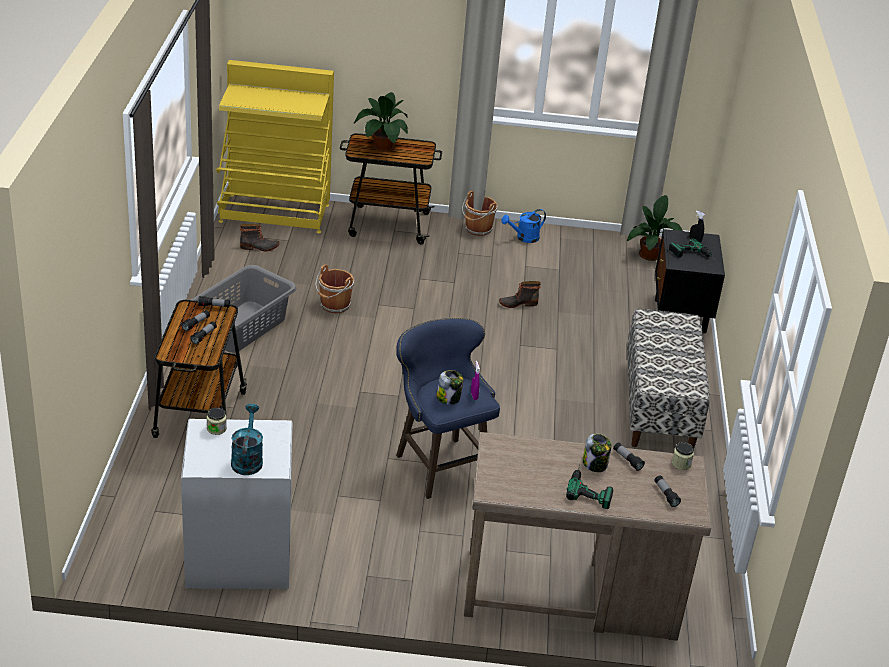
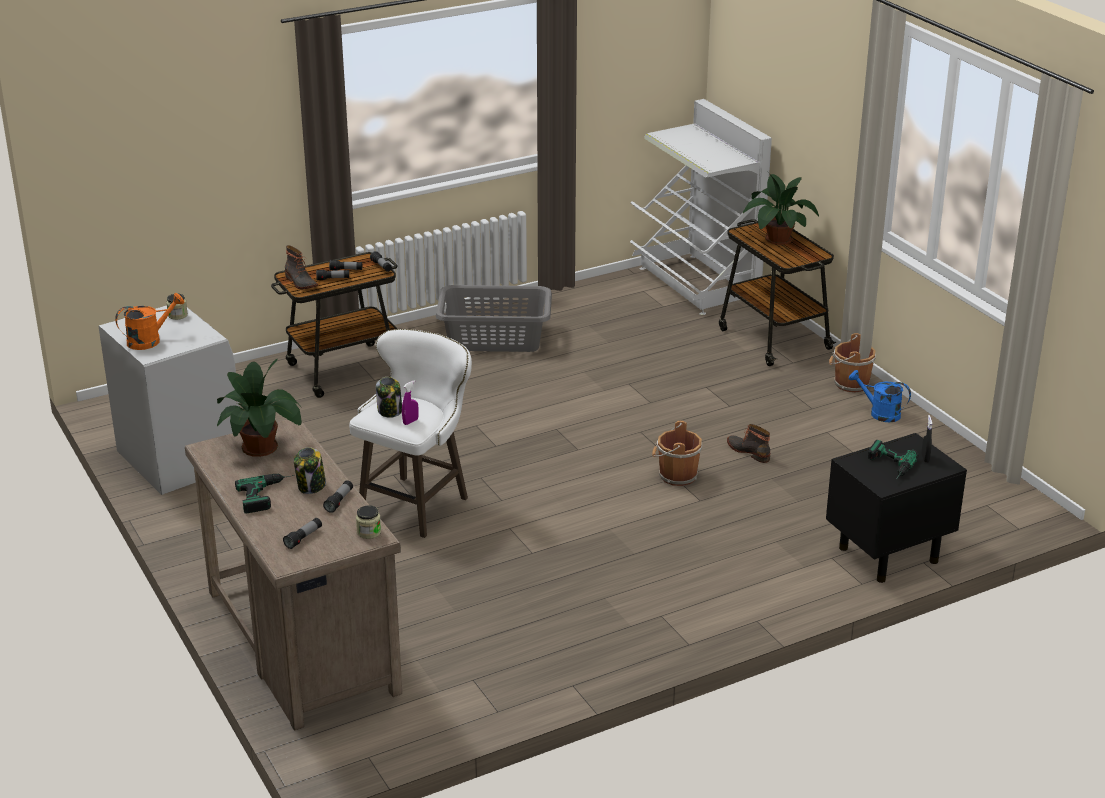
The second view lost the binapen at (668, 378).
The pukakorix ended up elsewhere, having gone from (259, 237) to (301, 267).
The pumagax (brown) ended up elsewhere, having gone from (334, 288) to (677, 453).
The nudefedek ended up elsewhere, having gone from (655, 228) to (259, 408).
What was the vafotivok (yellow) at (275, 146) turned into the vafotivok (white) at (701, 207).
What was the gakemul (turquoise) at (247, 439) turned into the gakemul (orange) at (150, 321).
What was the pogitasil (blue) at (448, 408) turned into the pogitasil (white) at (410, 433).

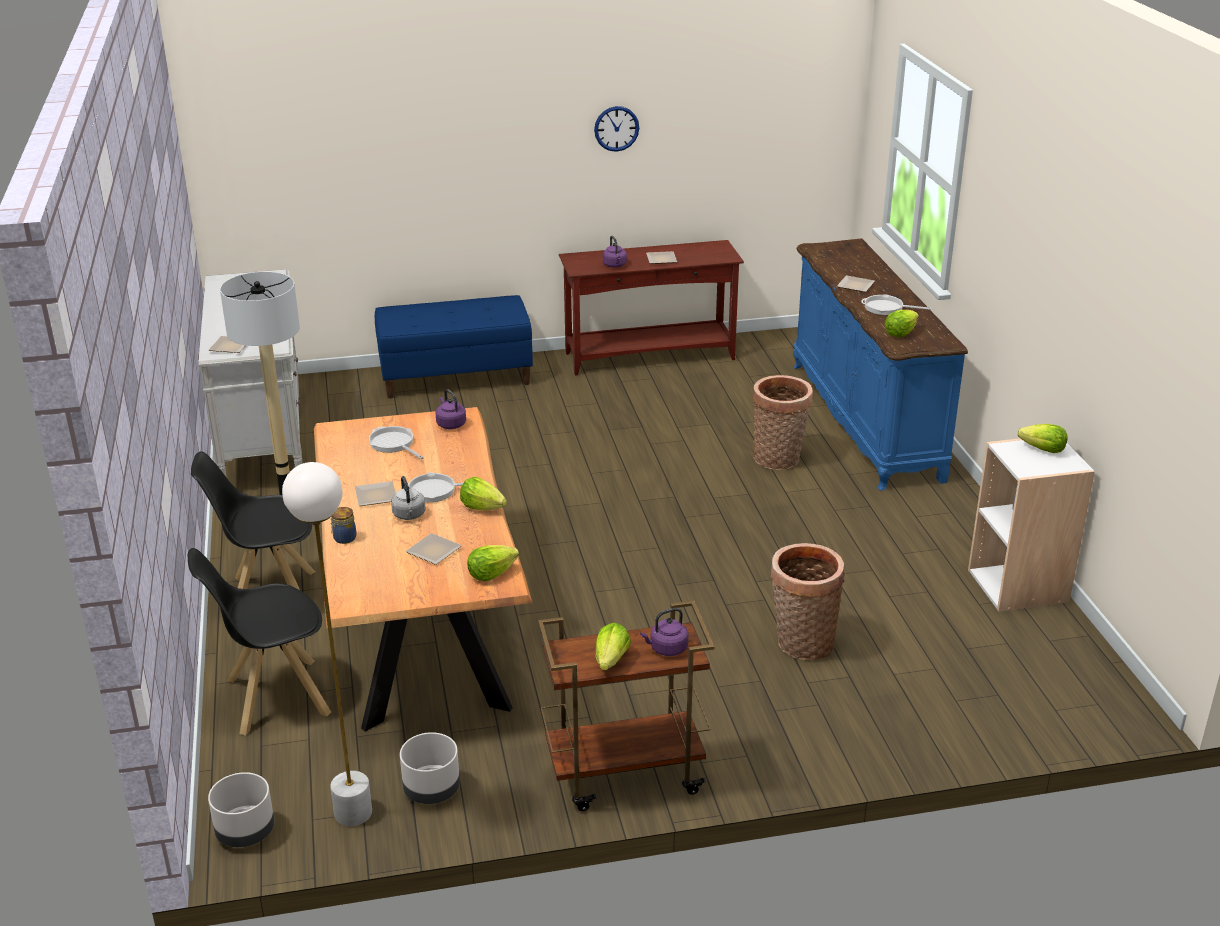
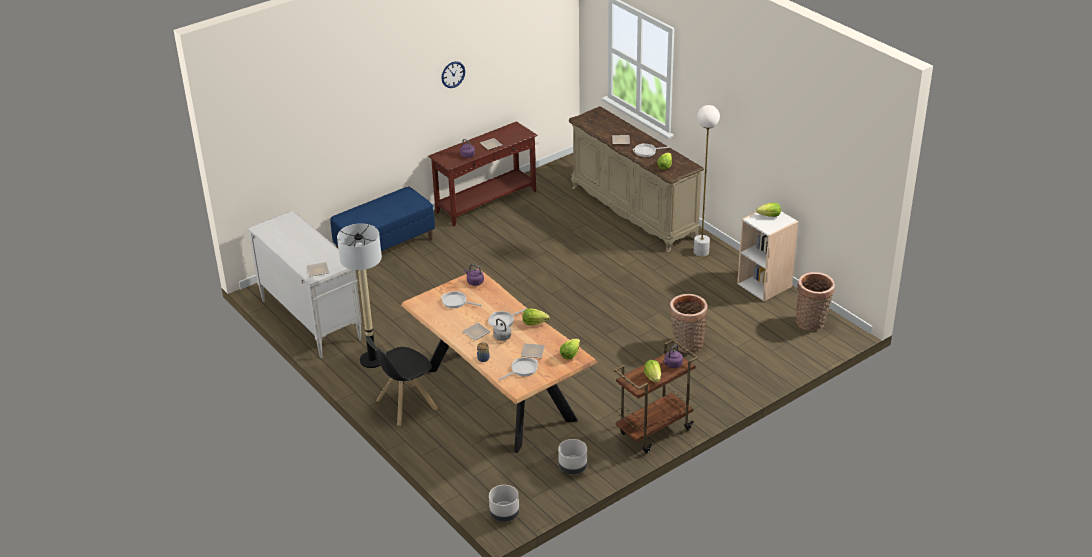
The second view lost the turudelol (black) at (259, 642).
The second view gained the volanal at (518, 368).
The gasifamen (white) ended up elsewhere, having gone from (327, 644) to (707, 181).
The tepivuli ended up elsewhere, having gone from (782, 422) to (815, 301).
What was the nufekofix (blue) at (880, 364) turned into the nufekofix (beige) at (636, 179).

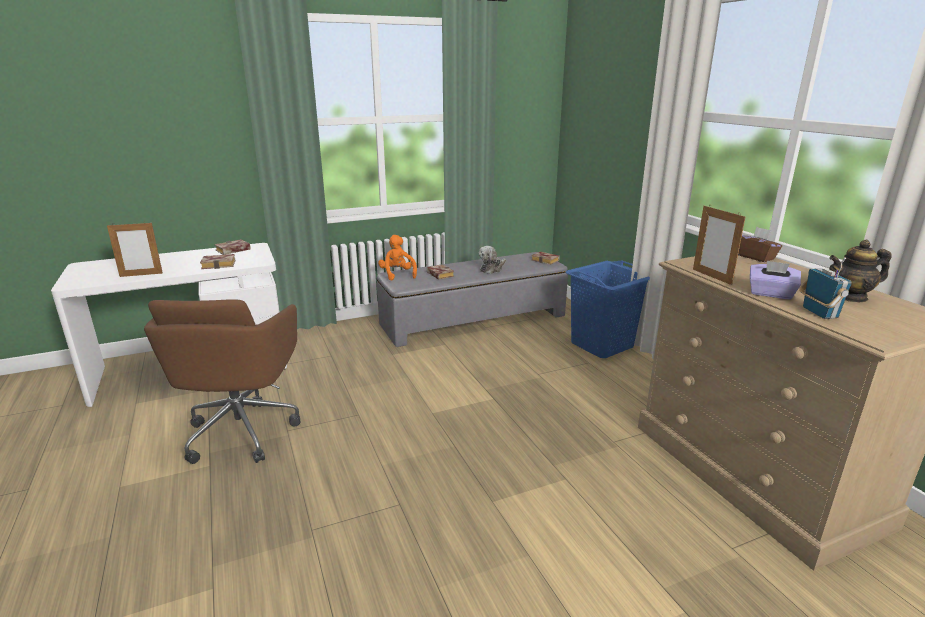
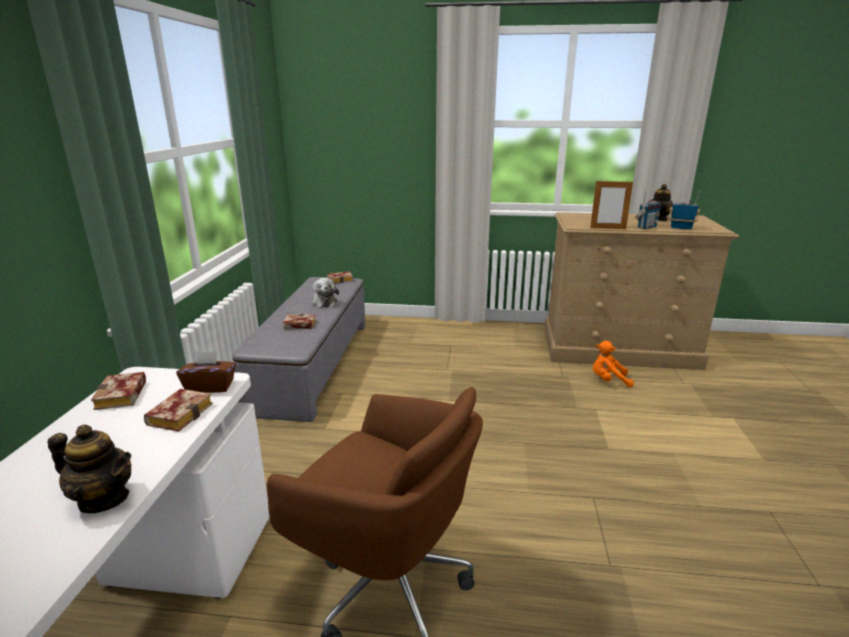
The second view lost the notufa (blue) at (608, 309).
The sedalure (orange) ended up elsewhere, having gone from (397, 258) to (613, 364).
The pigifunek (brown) ended up elsewhere, having gone from (760, 244) to (206, 372).
Where the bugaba stood at (135, 249), the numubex came to stand at (89, 469).
Where the pigifunek (purple) stood at (775, 280), the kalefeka came to stand at (648, 210).

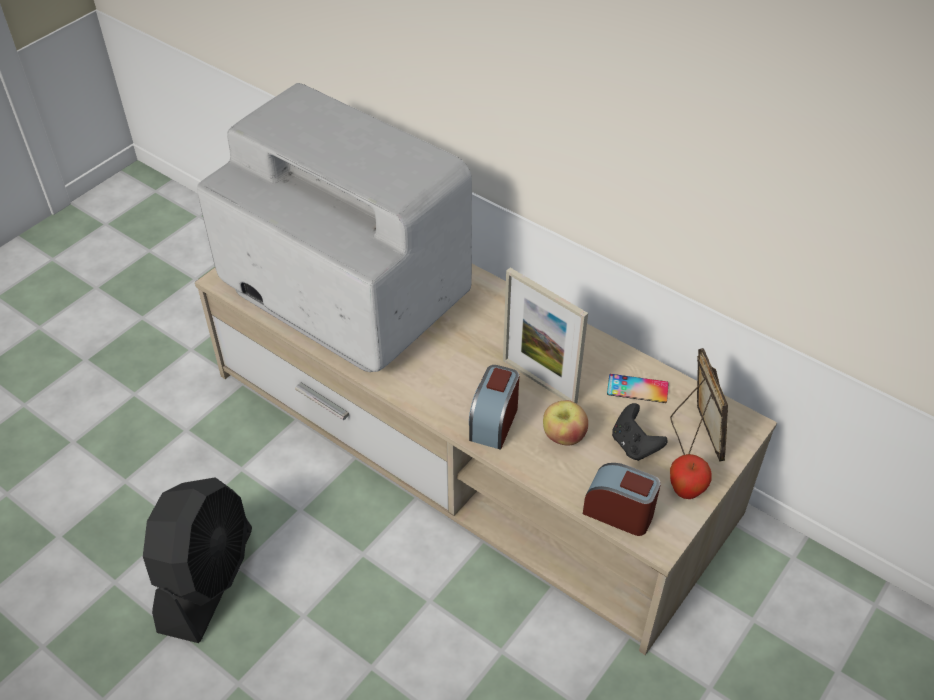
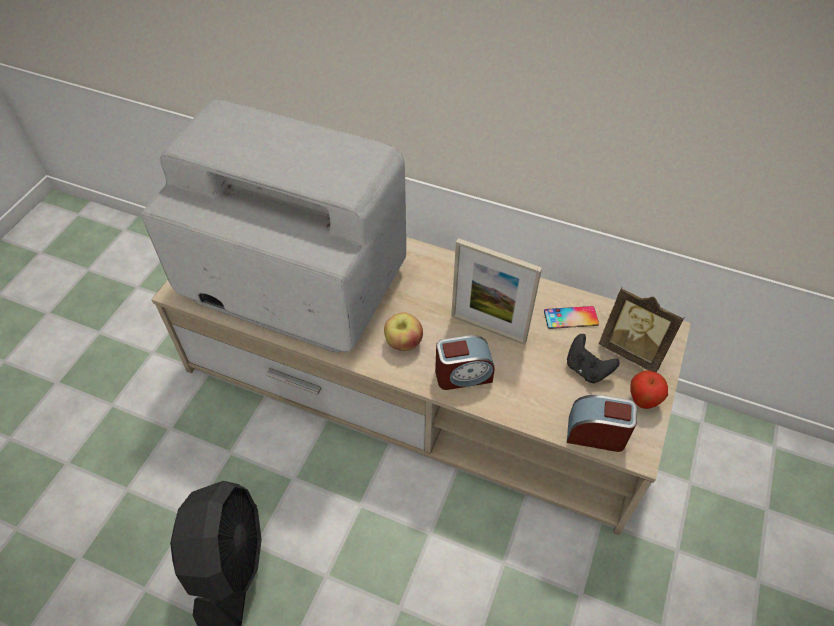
The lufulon ended up elsewhere, having gone from (565, 423) to (403, 331).
The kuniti at (494, 407) ended up facing another way, 105 degrees counterclockwise from before.
The bugaba at (699, 405) ended up facing another way, 150 degrees clockwise from before.

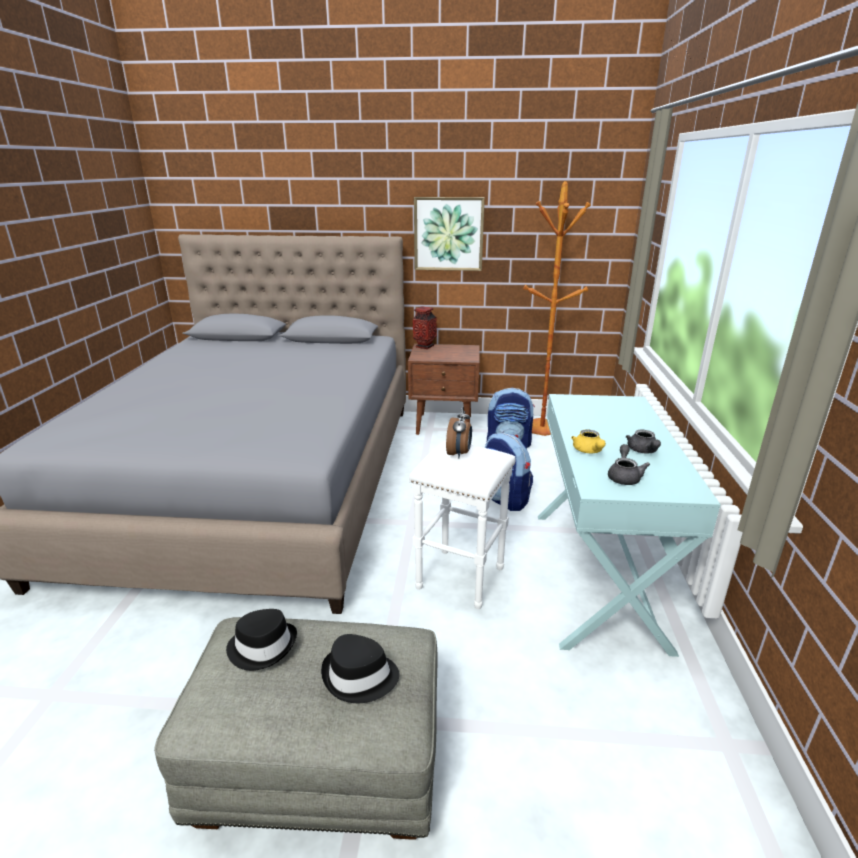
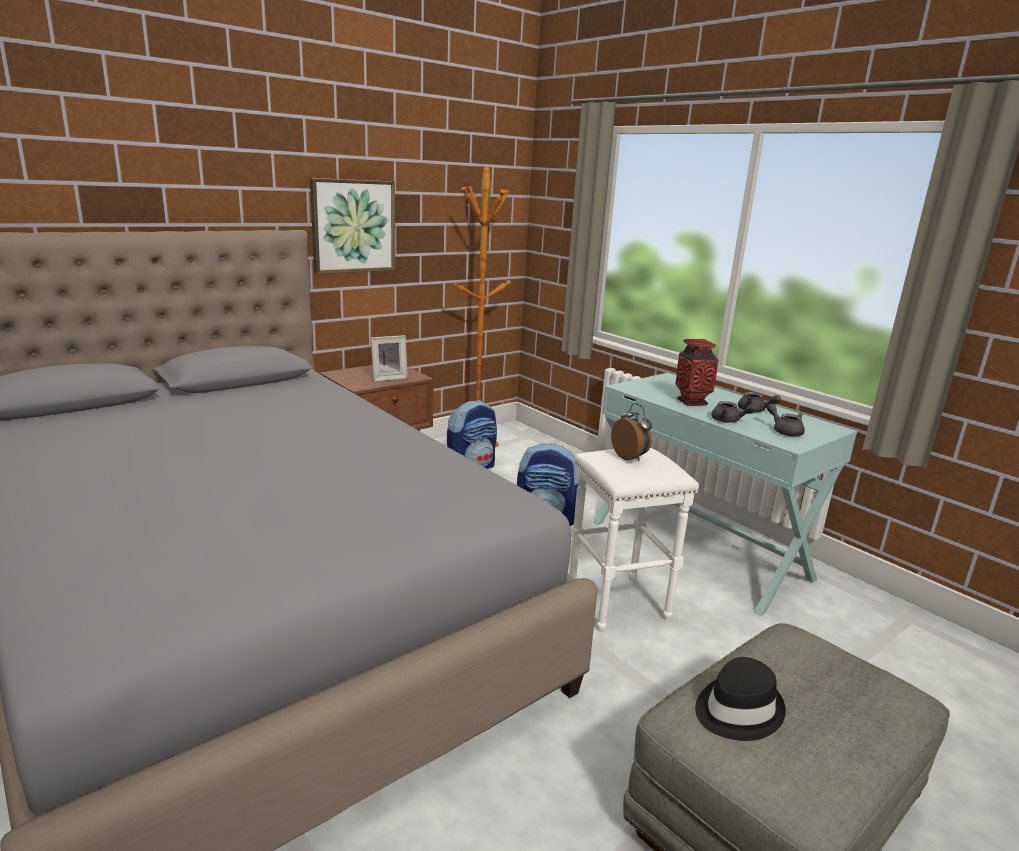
The second view lost the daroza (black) at (360, 668).
The second view gained the bugaba at (389, 358).
The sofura ended up elsewhere, having gone from (425, 327) to (697, 372).
What was the numubex (yellow) at (588, 441) turned into the numubex (grey) at (734, 412).

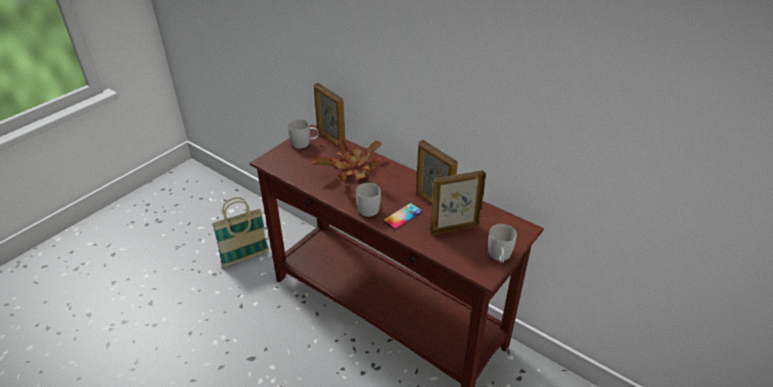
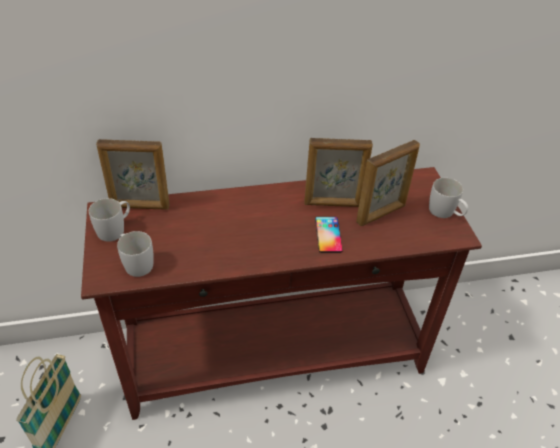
The second view lost the nudefedek at (346, 160).
The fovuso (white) ended up elsewhere, having gone from (368, 200) to (135, 254).
The bugaba at (458, 202) ended up facing another way, 150 degrees counterclockwise from before.

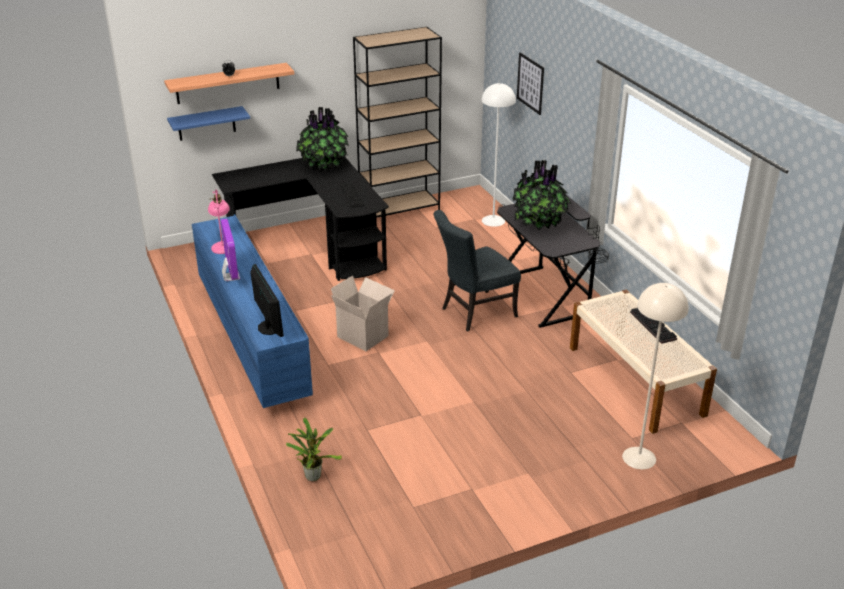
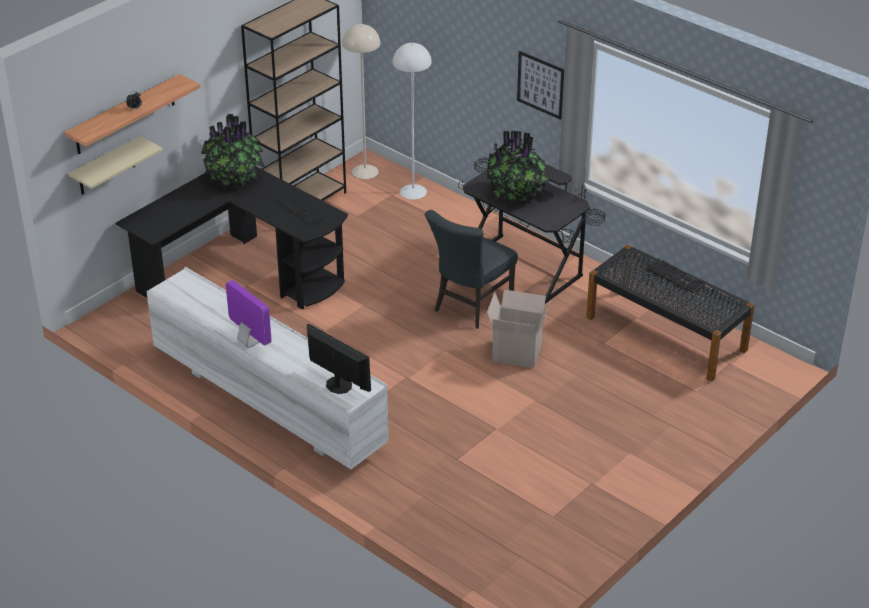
The second view lost the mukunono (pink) at (219, 222).
The second view lost the nudefedek at (314, 449).
The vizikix ended up elsewhere, having gone from (363, 313) to (519, 329).
The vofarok ended up elsewhere, having gone from (530, 84) to (540, 85).
The gasifamen (beige) ended up elsewhere, having gone from (655, 376) to (361, 101).
What was the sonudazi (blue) at (208, 123) turned into the sonudazi (beige) at (115, 165).
What was the nufekofix (blue) at (252, 311) turned into the nufekofix (white) at (268, 368).
What was the binapen (beige) at (643, 361) turned into the binapen (black) at (670, 313).

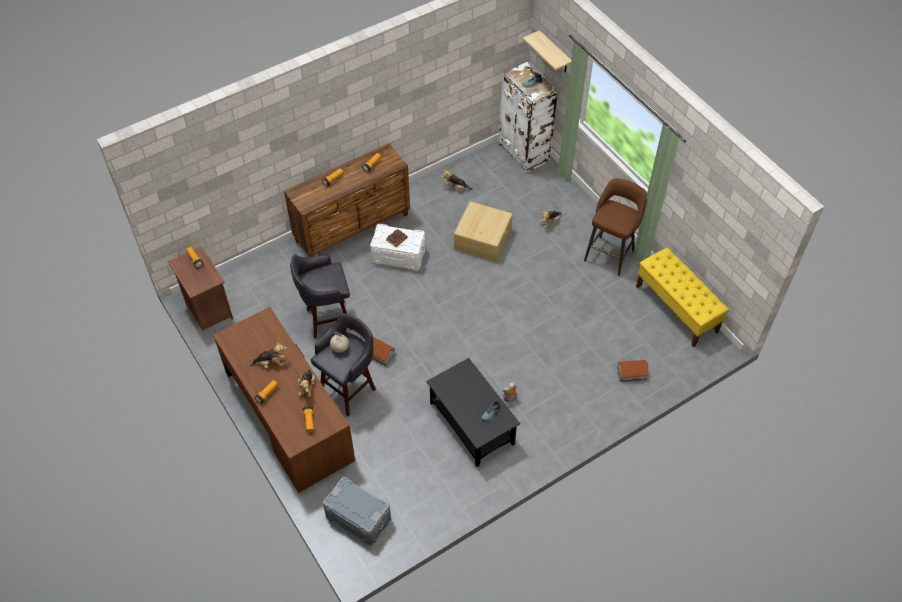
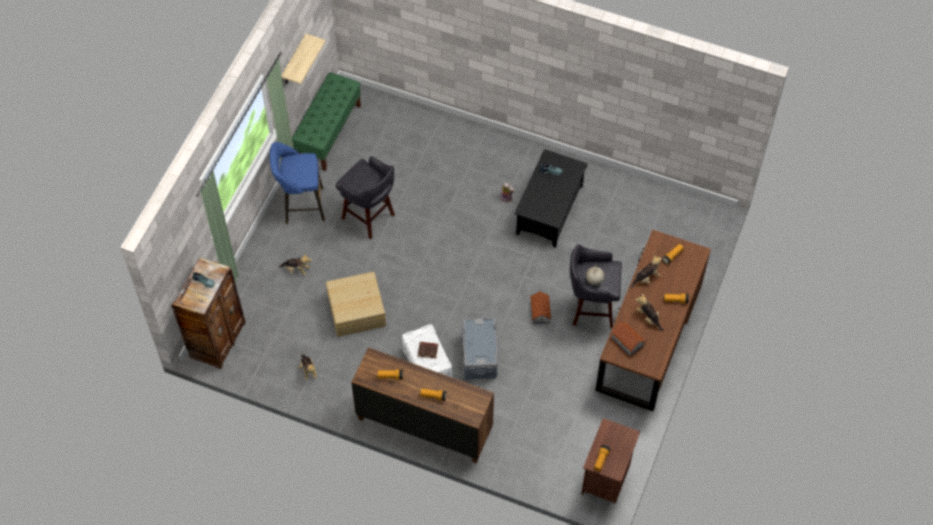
The pogitasil (grey) ended up elsewhere, having gone from (321, 296) to (365, 197).
The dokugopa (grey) ended up elsewhere, having gone from (357, 511) to (480, 349).
The sonudazi ended up elsewhere, having gone from (547, 51) to (303, 59).
The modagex ended up elsewhere, having gone from (633, 371) to (628, 338).
What was the nufekofix (white) at (527, 117) turned into the nufekofix (brown) at (208, 313).
What was the pogitasil (brown) at (615, 227) turned into the pogitasil (blue) at (297, 183).
What was the binapen (yellow) at (682, 297) turned into the binapen (green) at (326, 121).

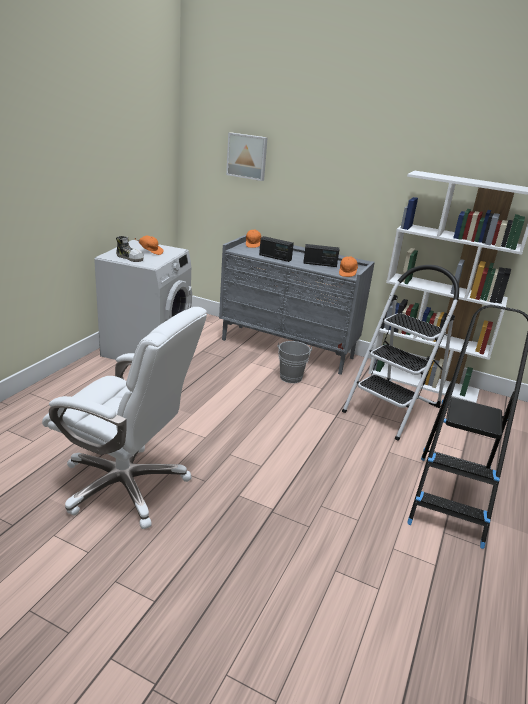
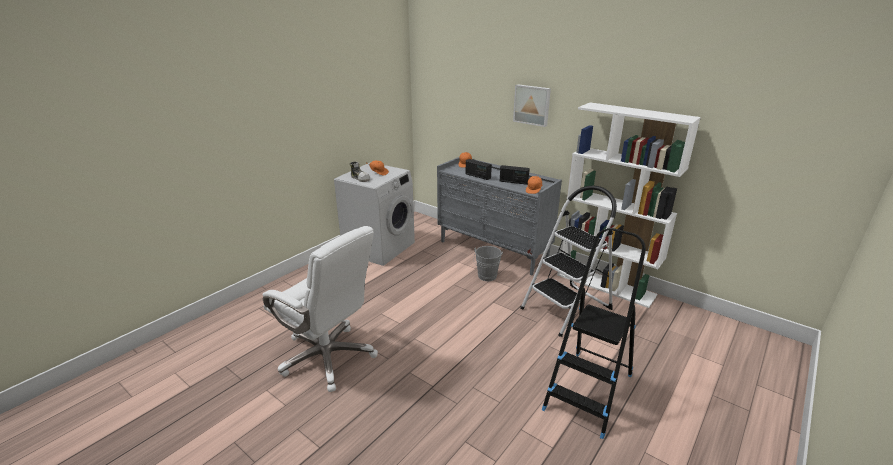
The vofarok ended up elsewhere, having gone from (247, 156) to (532, 105).

